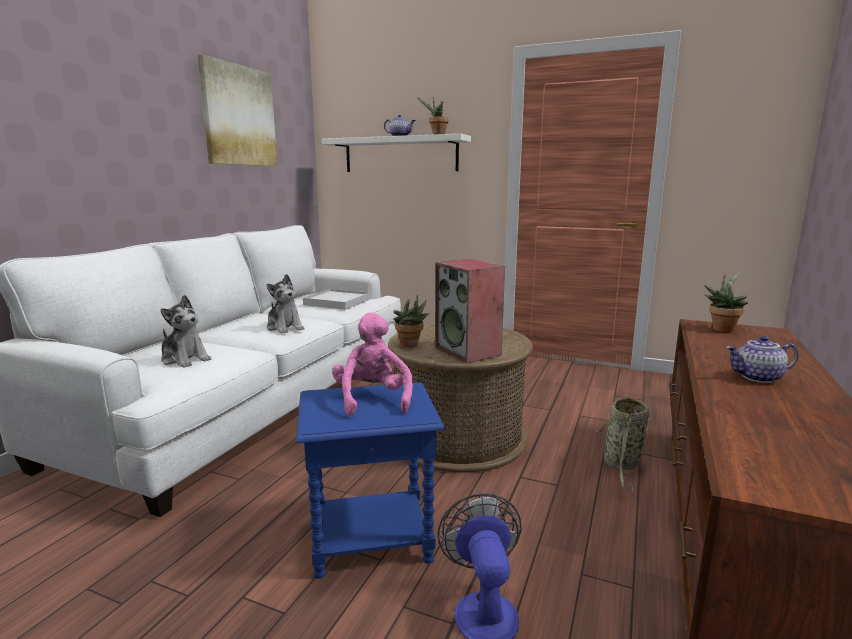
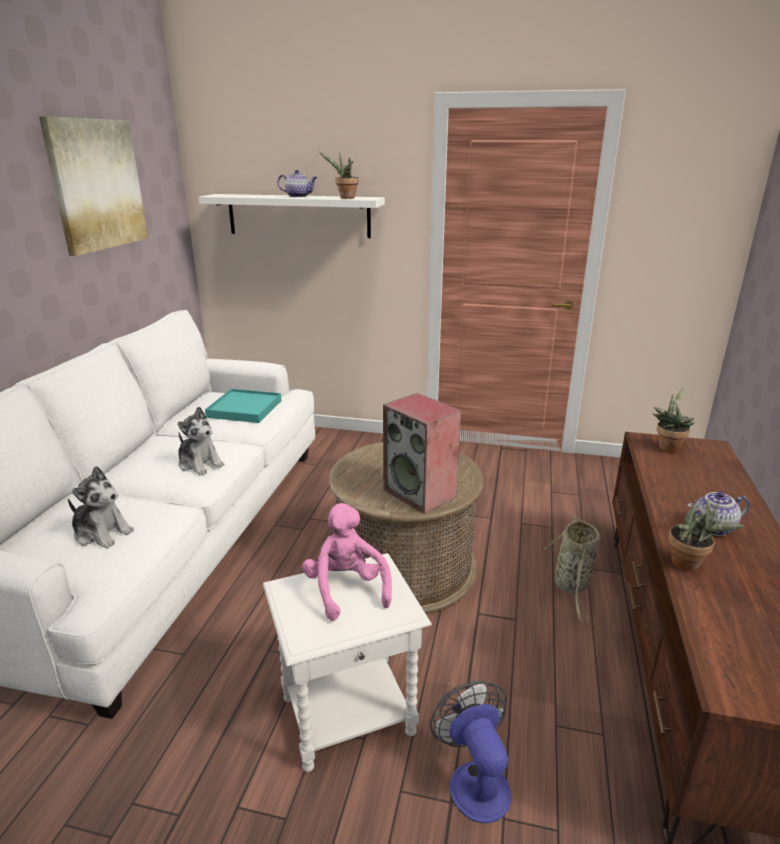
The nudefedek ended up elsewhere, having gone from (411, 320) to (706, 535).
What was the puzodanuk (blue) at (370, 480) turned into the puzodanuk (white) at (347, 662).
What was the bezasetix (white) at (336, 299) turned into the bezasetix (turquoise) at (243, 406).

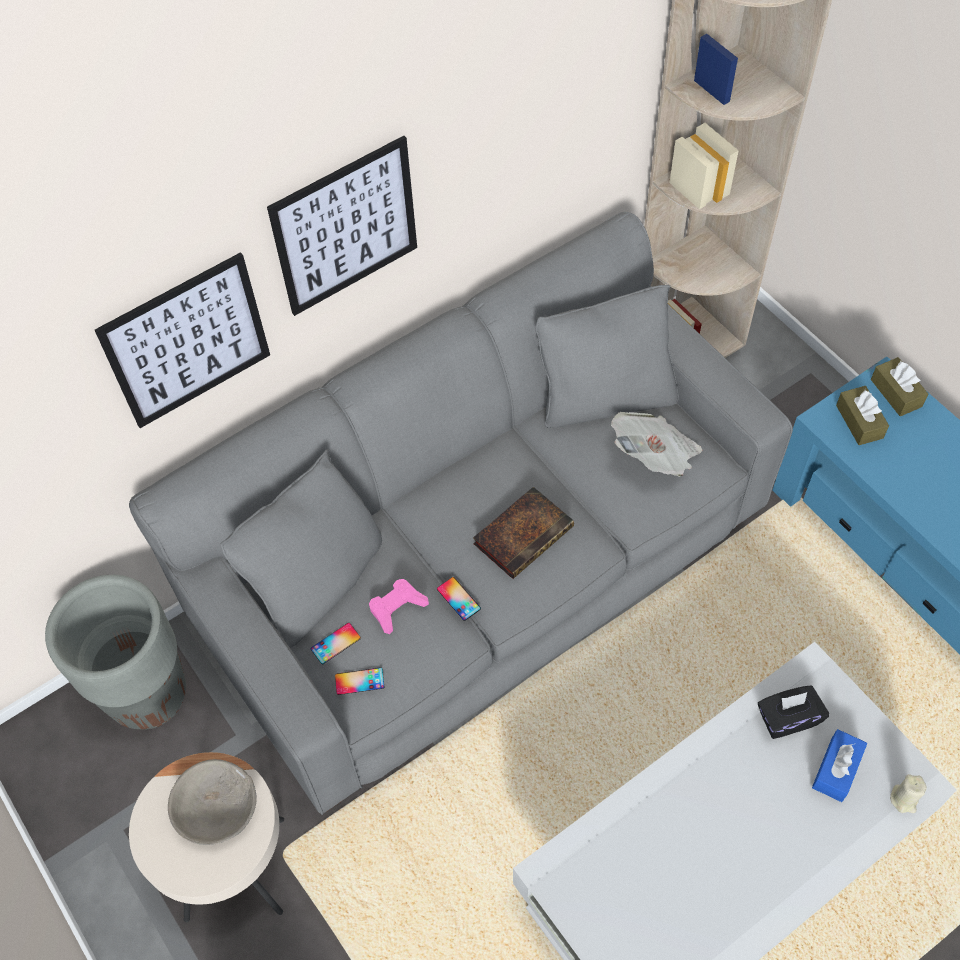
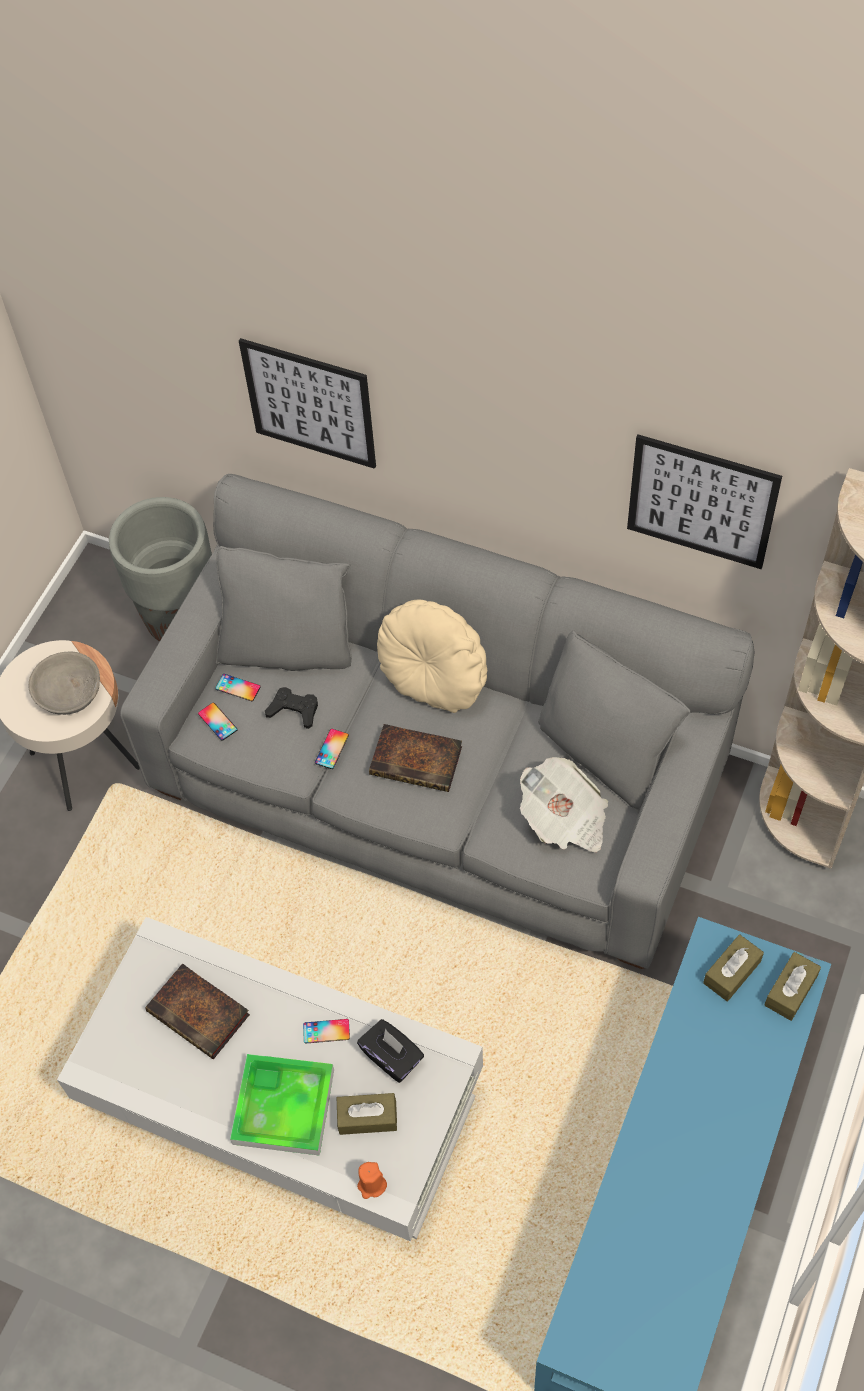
The second view gained the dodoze at (197, 1011).
The second view gained the bezasetix at (282, 1105).
The second view gained the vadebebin at (326, 1031).
The second view gained the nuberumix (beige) at (432, 656).
The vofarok ended up elsewhere, having gone from (342, 226) to (704, 502).
What was the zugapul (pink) at (399, 606) turned into the zugapul (black) at (291, 708).
What was the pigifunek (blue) at (839, 765) turned into the pigifunek (brown) at (367, 1114).
What was the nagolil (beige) at (908, 793) turned into the nagolil (orange) at (372, 1180).

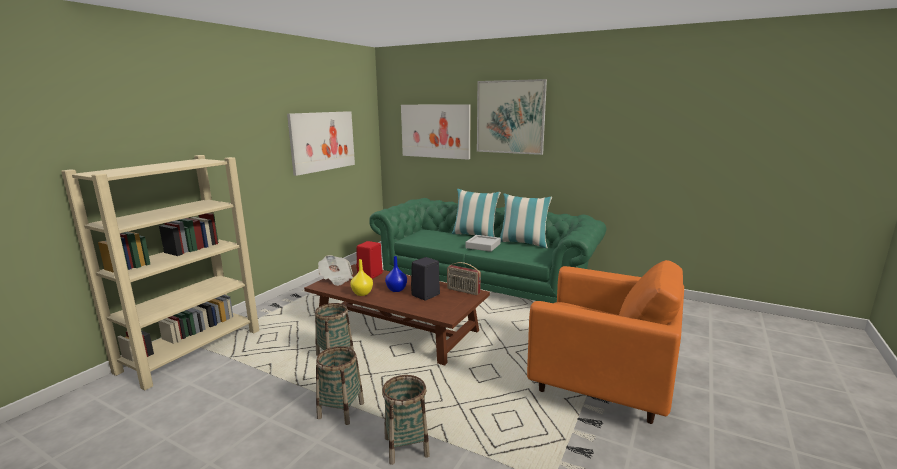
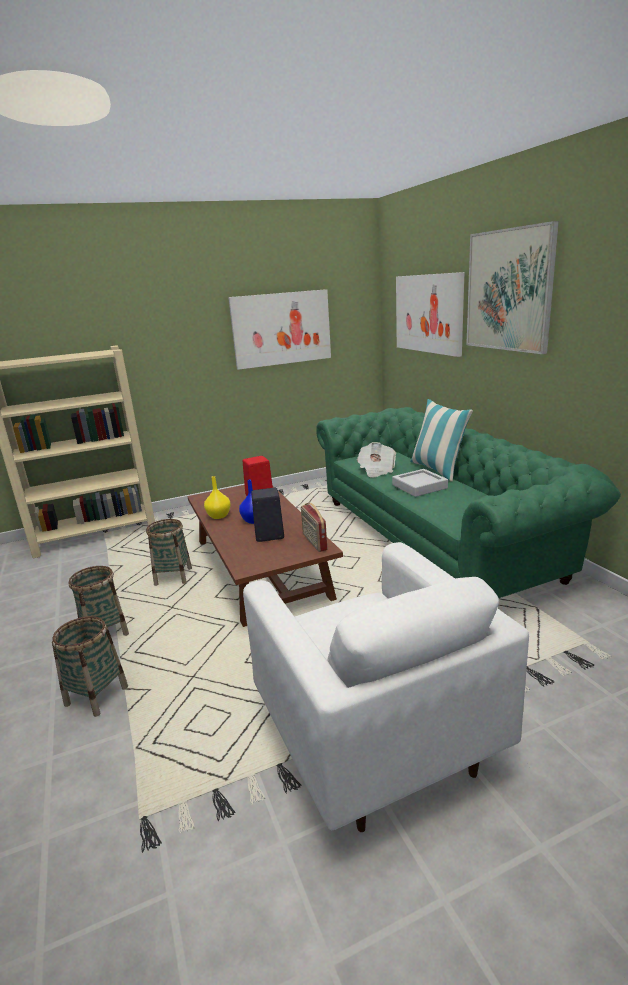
The second view lost the nuberumix at (526, 221).
The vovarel ended up elsewhere, having gone from (335, 270) to (376, 459).
What was the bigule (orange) at (605, 342) turned into the bigule (white) at (386, 687).

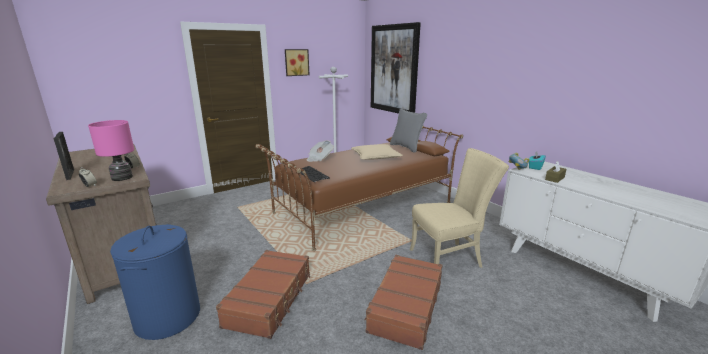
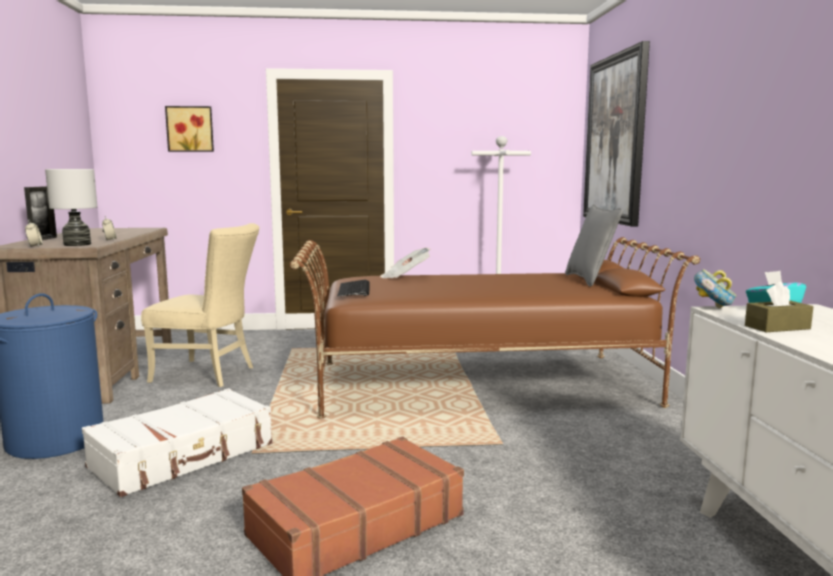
The second view lost the nuberumix (beige) at (377, 152).
The vofarok ended up elsewhere, having gone from (297, 62) to (189, 129).
The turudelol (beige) ended up elsewhere, having gone from (459, 208) to (200, 305).
What was the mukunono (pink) at (111, 150) turned into the mukunono (grey) at (71, 207).
What was the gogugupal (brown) at (263, 294) turned into the gogugupal (white) at (177, 442).

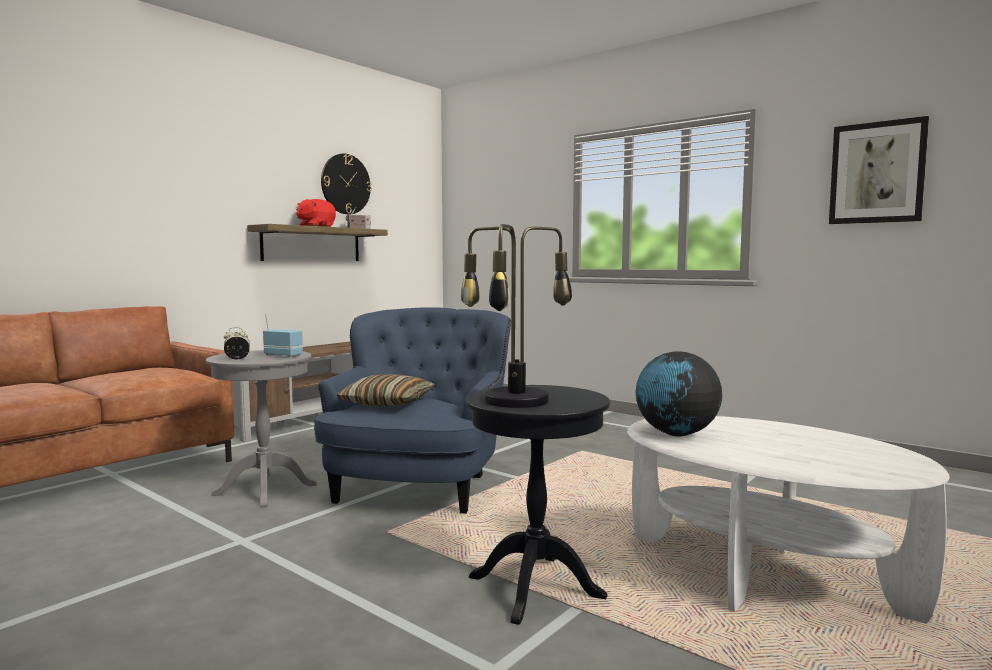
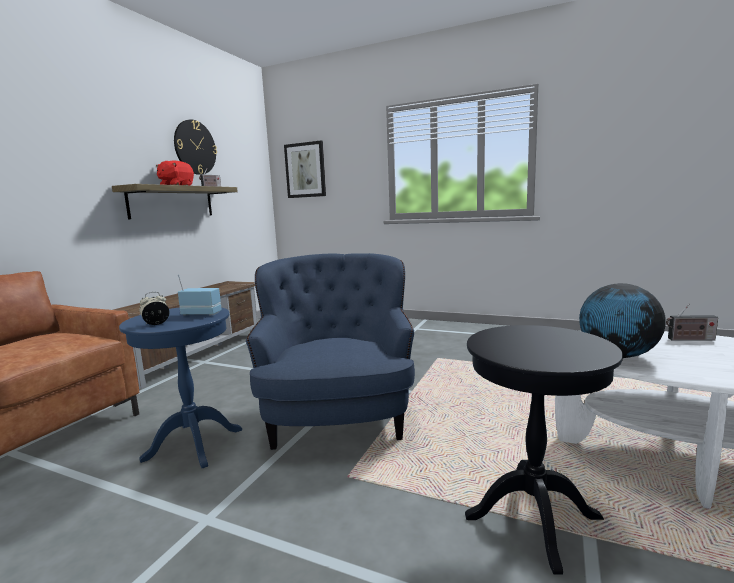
The second view lost the nuberumix at (386, 390).
The second view lost the mukunono at (516, 316).
The second view gained the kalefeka at (692, 322).
The vofarok ended up elsewhere, having gone from (879, 170) to (305, 169).
What was the puzodanuk (grey) at (261, 429) turned into the puzodanuk (blue) at (180, 387).

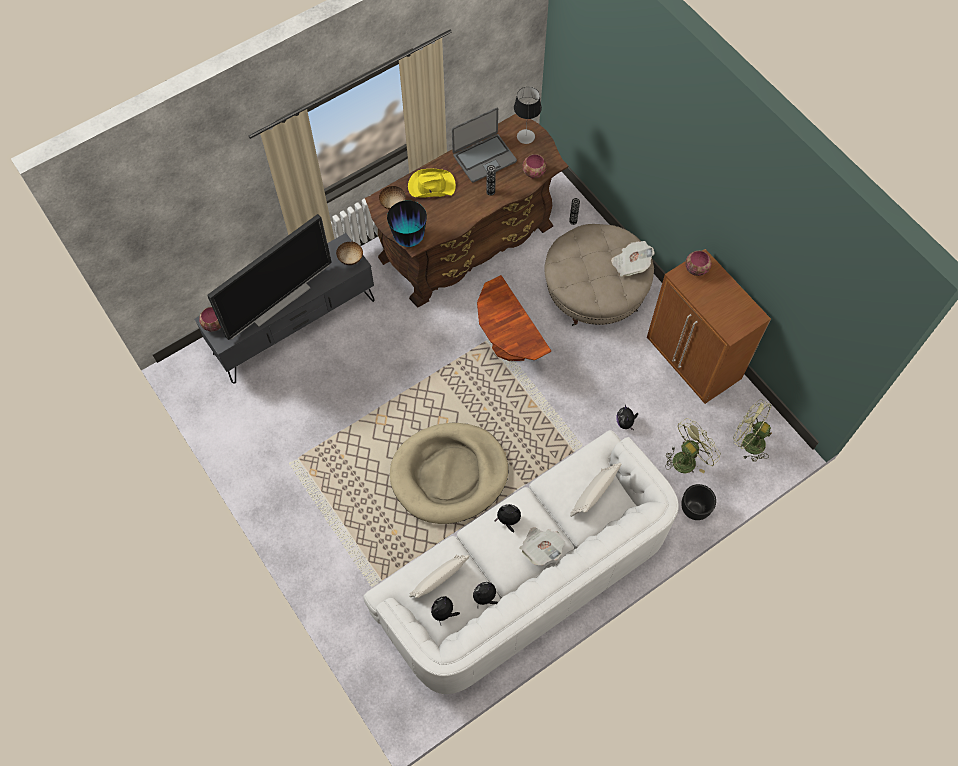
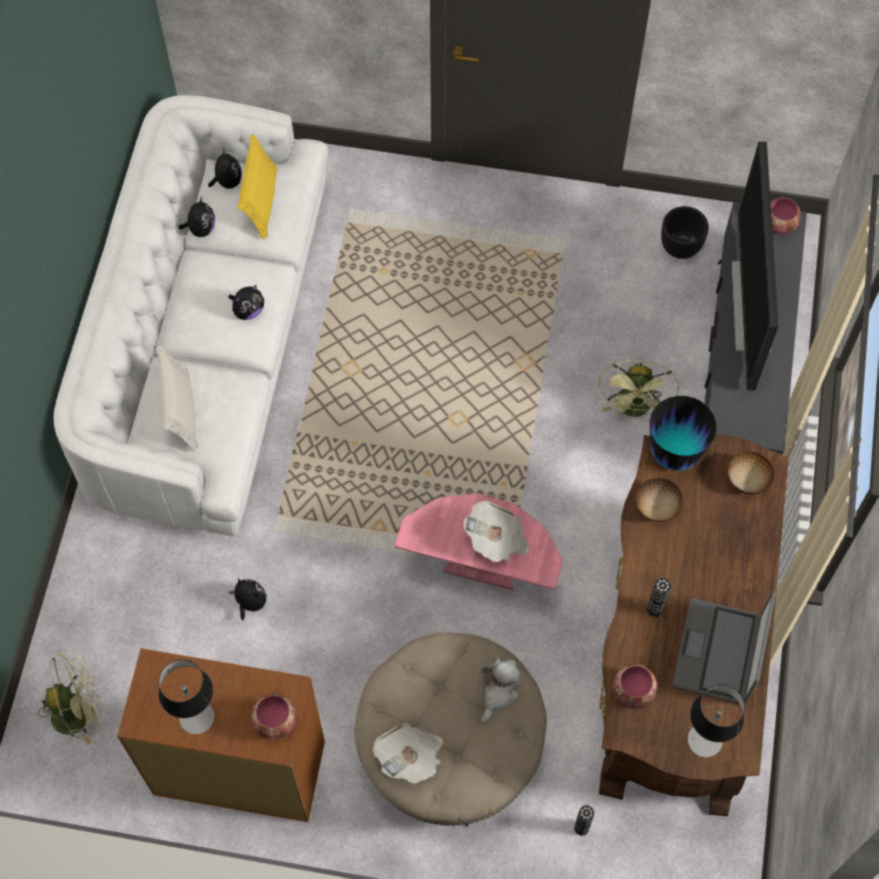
The second view lost the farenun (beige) at (449, 473).
The second view lost the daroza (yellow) at (432, 183).
The second view gained the mukunono at (187, 697).
The second view gained the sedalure at (501, 690).
The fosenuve ended up elsewhere, having gone from (349, 253) to (659, 500).
The vovarel ended up elsewhere, having gone from (542, 546) to (496, 531).
The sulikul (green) ended up elsewhere, having gone from (693, 445) to (639, 390).
The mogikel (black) ended up elsewhere, having gone from (698, 502) to (685, 232).
What was the nuberumix (white) at (439, 576) turned into the nuberumix (yellow) at (258, 186).
What was the puzodanuk (brown) at (514, 318) turned into the puzodanuk (pink) at (479, 541).

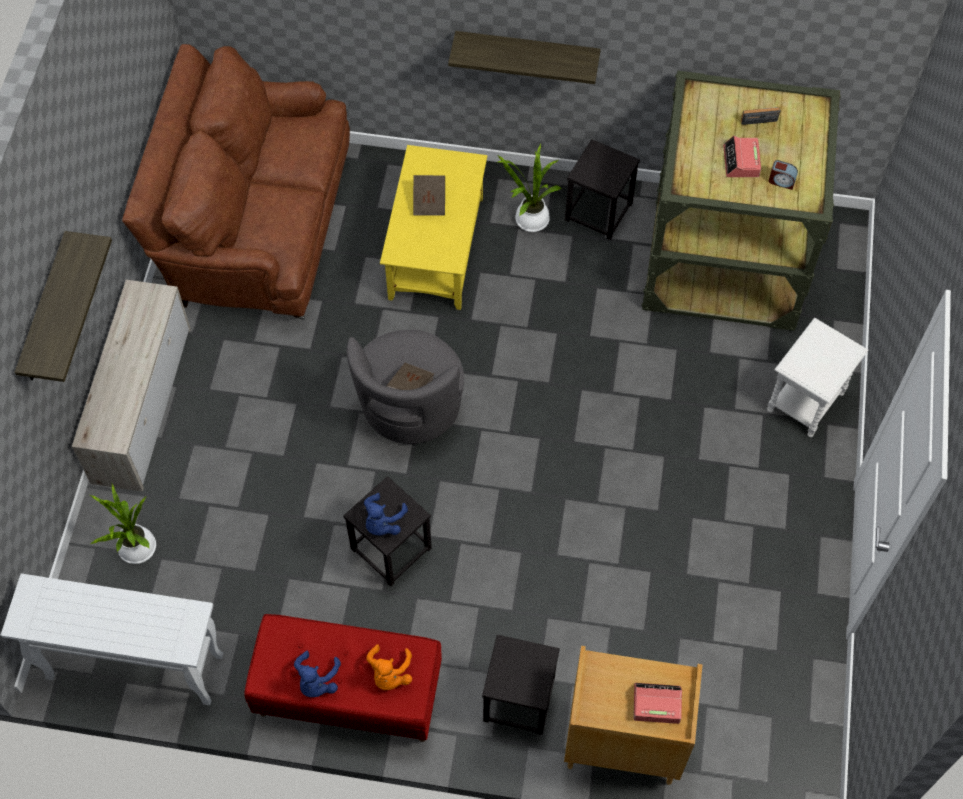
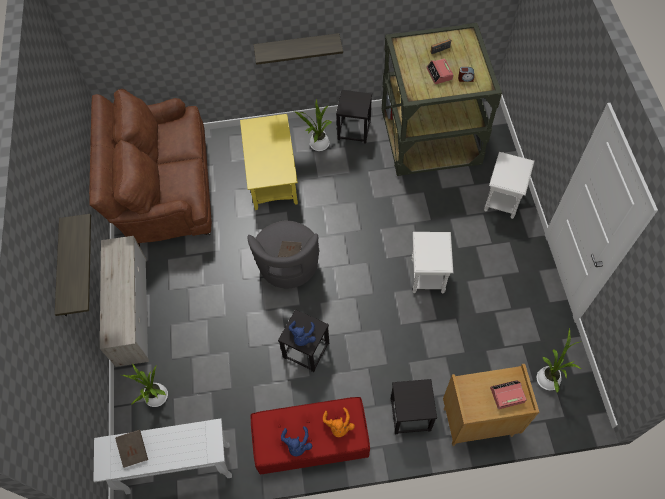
The second view gained the puzodanuk (white) at (432, 263).
The second view gained the nudefedek at (559, 359).
The dodoze (brown) ended up elsewhere, having gone from (429, 195) to (131, 449).

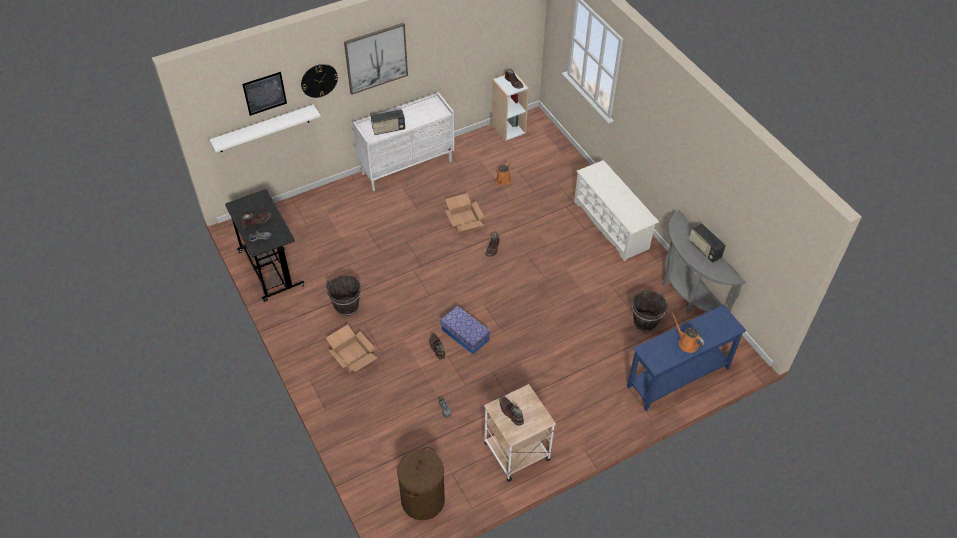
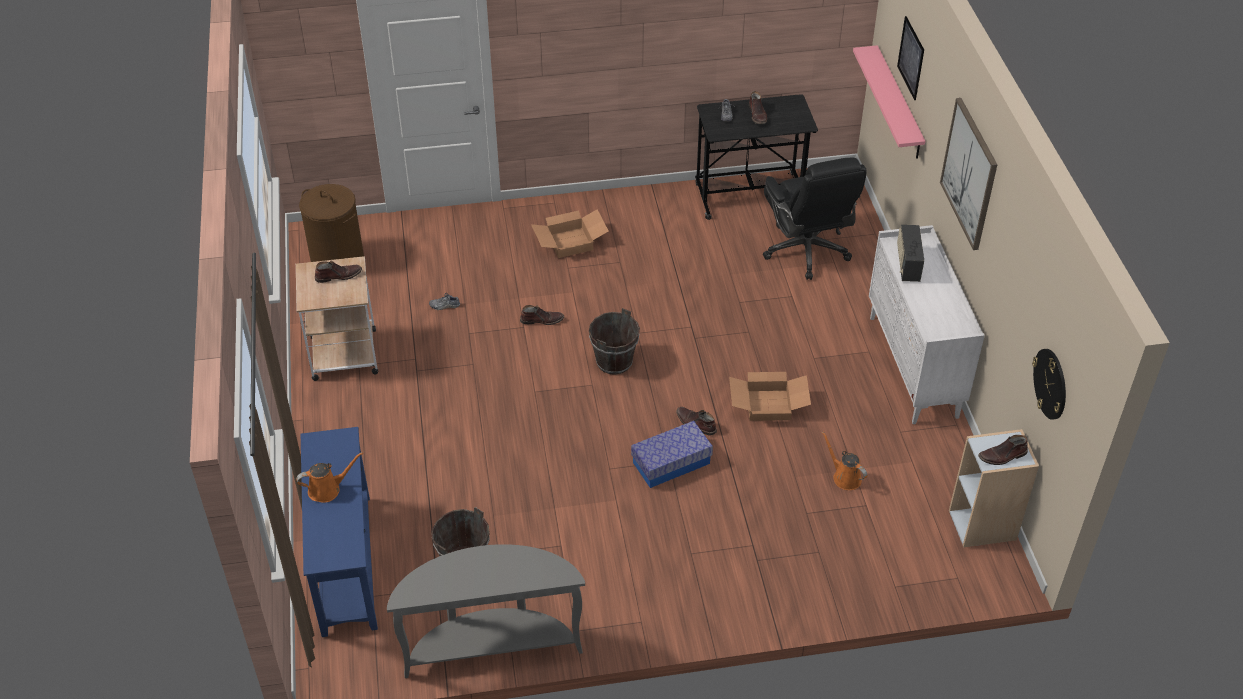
The second view lost the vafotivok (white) at (616, 211).
The second view lost the kalefeka at (707, 243).
The second view gained the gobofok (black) at (815, 218).
The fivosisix ended up elsewhere, having gone from (319, 81) to (1049, 384).
The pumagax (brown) ended up elsewhere, having gone from (343, 295) to (614, 341).
The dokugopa ended up elsewhere, having gone from (465, 330) to (672, 454).
What was the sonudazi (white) at (265, 128) turned into the sonudazi (pink) at (889, 102).

